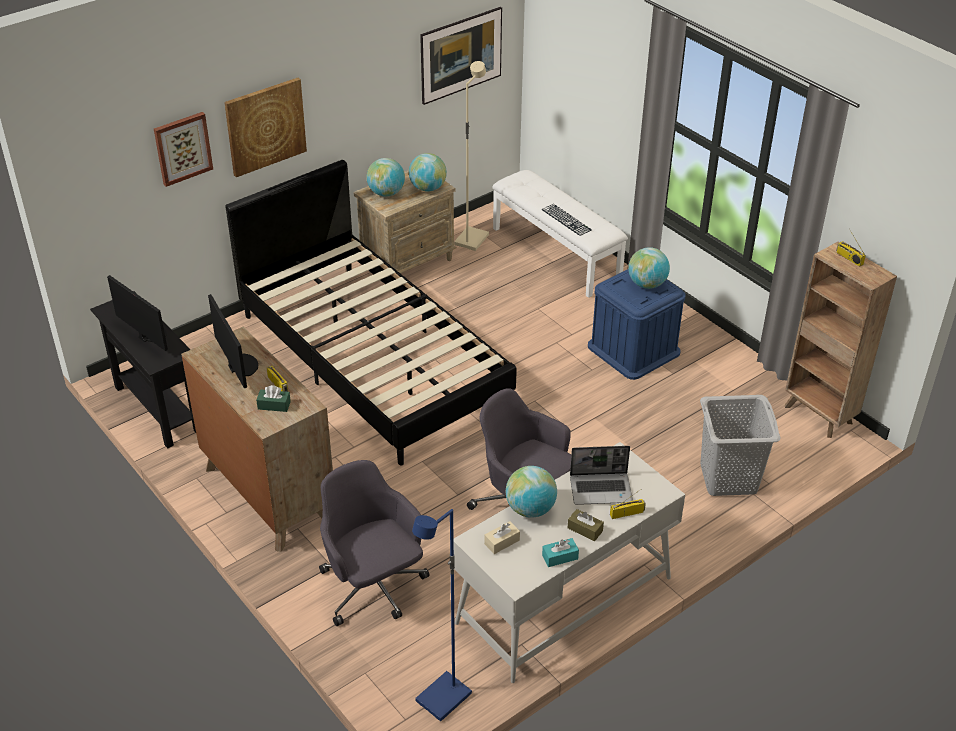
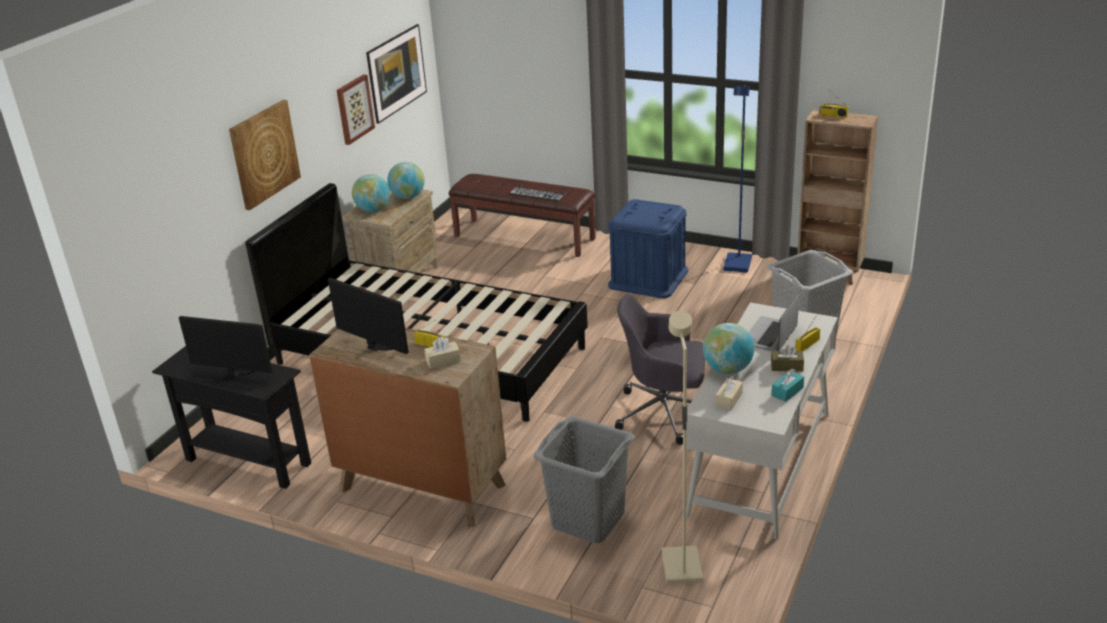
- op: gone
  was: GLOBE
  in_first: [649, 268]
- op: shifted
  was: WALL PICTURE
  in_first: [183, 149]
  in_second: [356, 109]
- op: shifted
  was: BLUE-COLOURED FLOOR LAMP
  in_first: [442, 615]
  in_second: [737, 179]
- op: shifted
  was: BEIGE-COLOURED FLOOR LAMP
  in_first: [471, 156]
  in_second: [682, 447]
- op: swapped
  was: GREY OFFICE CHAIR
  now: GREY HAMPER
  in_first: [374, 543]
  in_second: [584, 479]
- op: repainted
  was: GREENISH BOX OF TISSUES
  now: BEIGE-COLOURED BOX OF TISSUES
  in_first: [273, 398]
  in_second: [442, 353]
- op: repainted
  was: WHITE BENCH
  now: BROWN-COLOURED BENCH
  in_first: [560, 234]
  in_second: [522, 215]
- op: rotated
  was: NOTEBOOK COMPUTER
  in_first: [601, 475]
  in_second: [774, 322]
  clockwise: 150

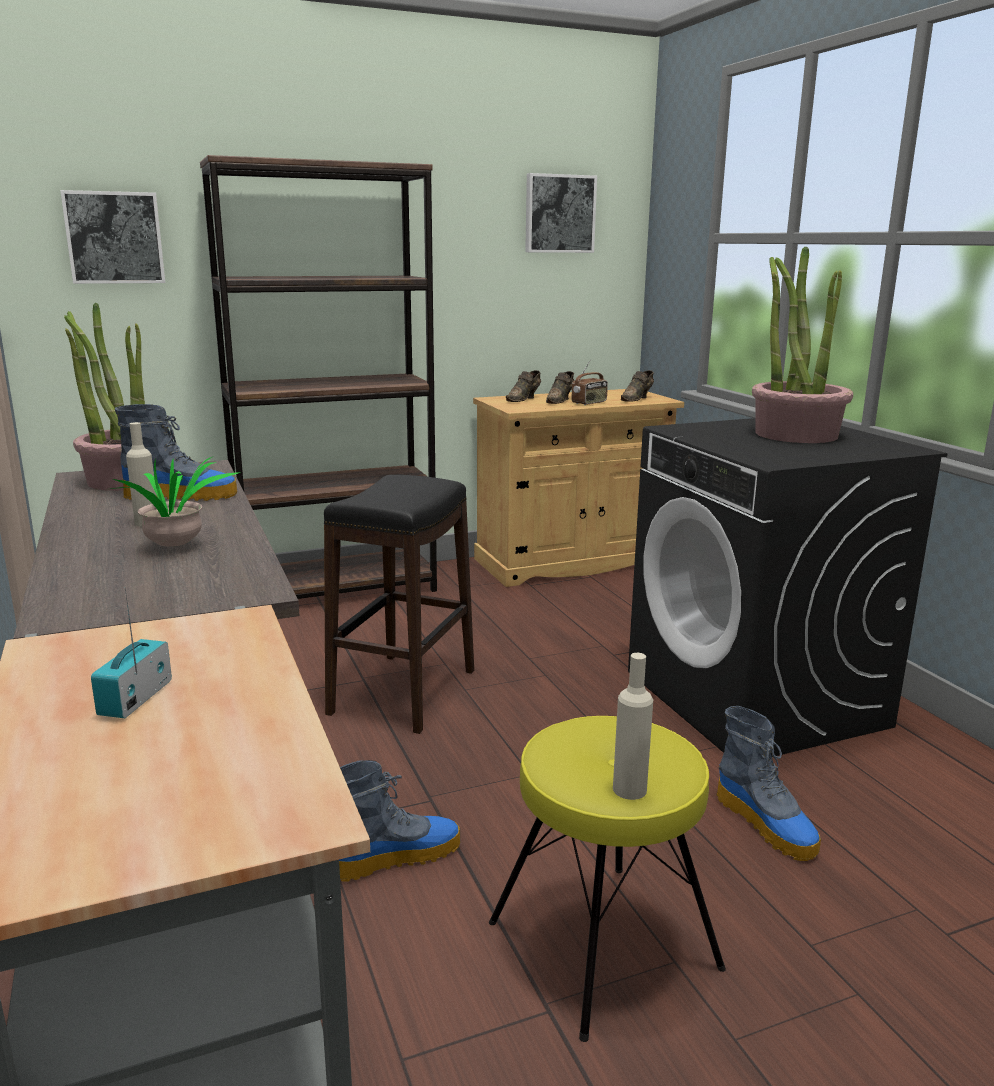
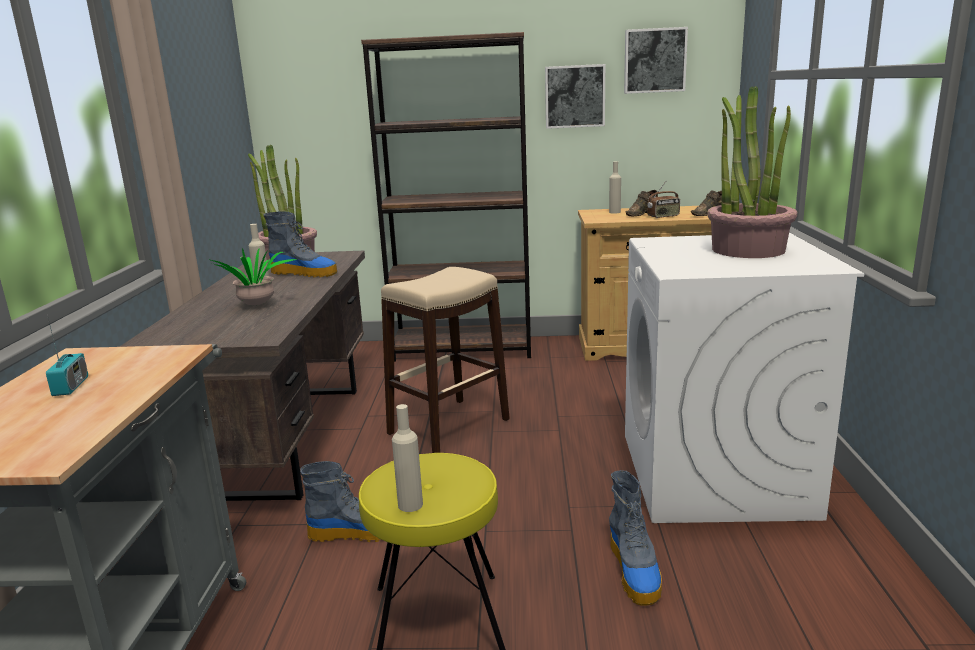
- op: shifted
  was: WALL PICTURE
  in_first: [112, 237]
  in_second: [575, 96]
- op: swapped
  was: BROWN-COLOURED SHOE
  now: BEIGE-COLOURED DRINK BOTTLE
  in_first: [523, 386]
  in_second: [615, 187]
- op: repainted
  was: BLACK STOOL
  now: BEIGE-COLOURED STOOL
  in_first: [399, 604]
  in_second: [445, 360]
- op: repainted
  was: BLACK WASHING MACHINE
  now: WHITE WASHING MACHINE
  in_first: [788, 587]
  in_second: [745, 378]
- op: rotated
  was: RADIO SET
  in_first: [131, 652]
  in_second: [67, 355]
  clockwise: 135

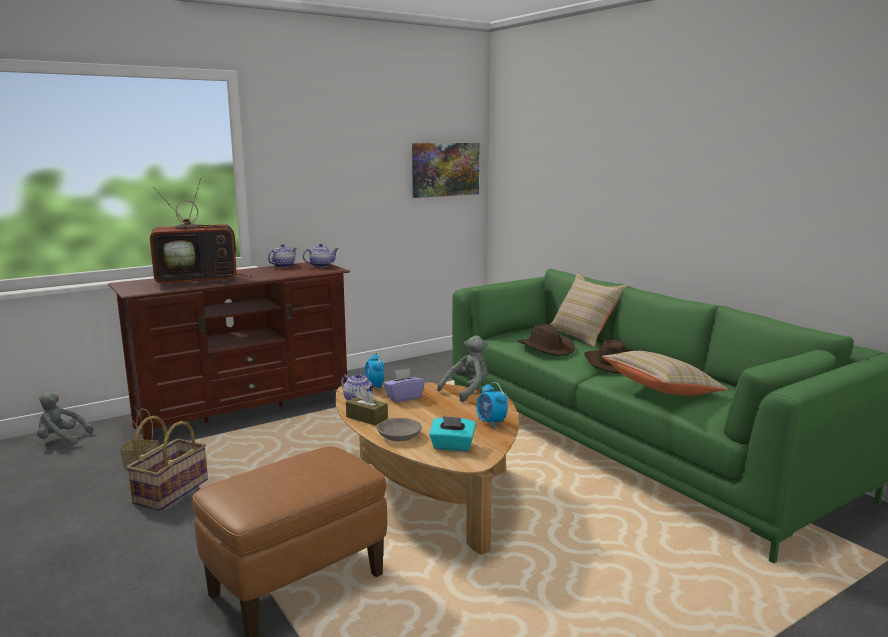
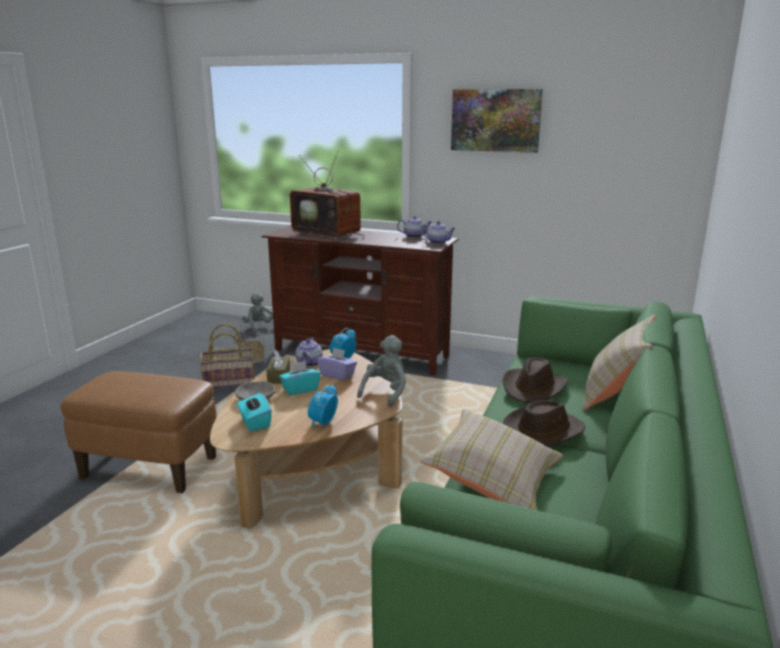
- op: new
  now: TURQUOISE BOX OF TISSUES
  in_second: [300, 378]
- op: shifted
  was: WALL PICTURE
  in_first: [446, 170]
  in_second: [497, 121]
- op: rotated
  was: GREY SOFT TOY
  in_first: [462, 368]
  in_second: [381, 371]
  clockwise: -75

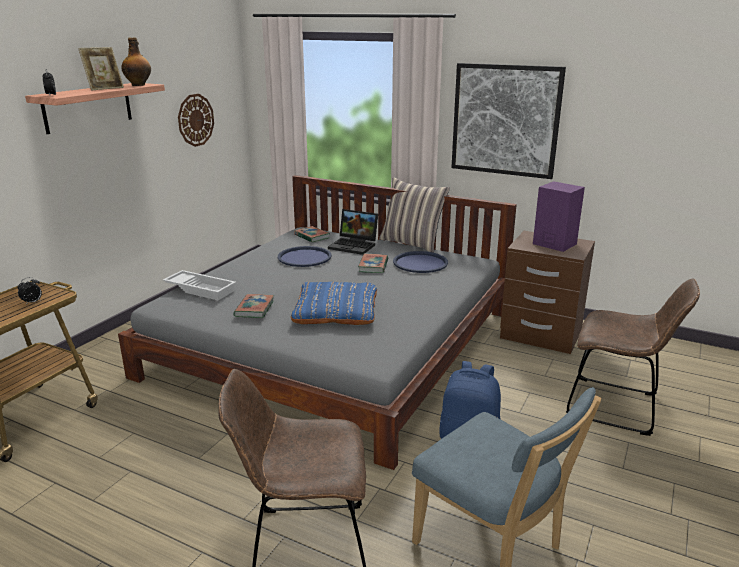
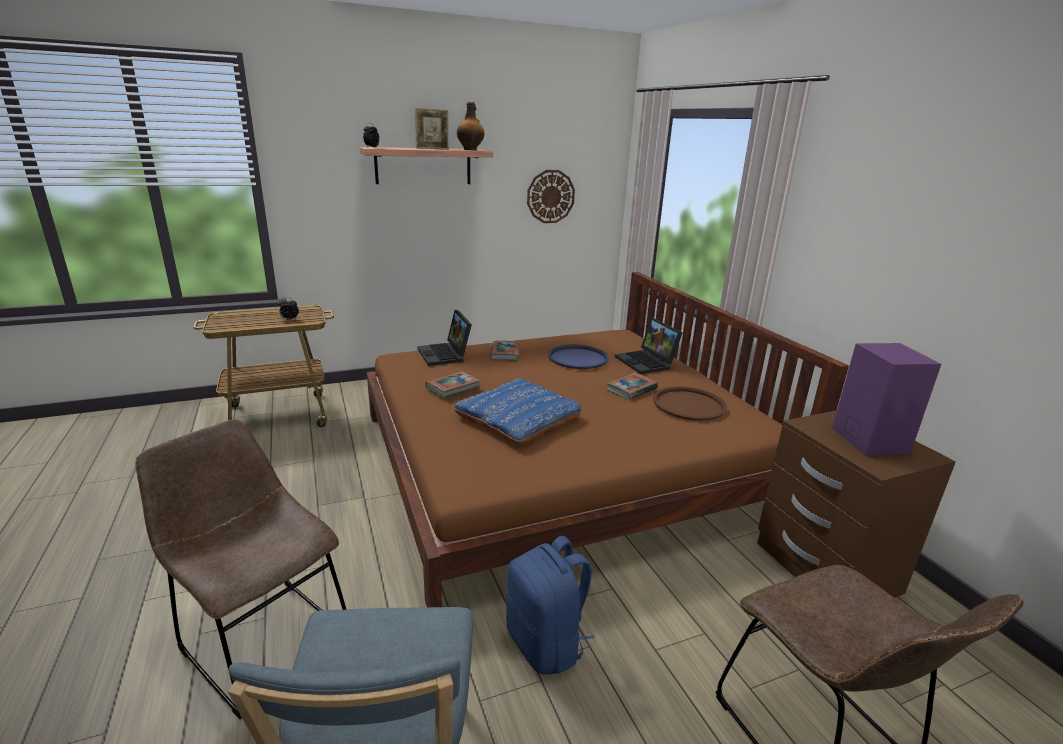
- op: gone
  was: PILLOW
  in_first: [414, 215]
- op: gone
  was: WALL PICTURE
  in_first: [508, 121]
- op: shifted
  was: VOLUME
  in_first: [312, 234]
  in_second: [505, 351]
- op: swapped
  was: WHITE SERVING TRAY
  now: NOTEBOOK COMPUTER
  in_first: [199, 285]
  in_second: [444, 338]
- op: repainted
  was: GREY SLEEPING BED
  now: BROWN-COLOURED SLEEPING BED
  in_first: [317, 322]
  in_second: [608, 439]
- op: repainted
  was: BLUE-COLOURED SERVING TRAY
  now: BROWN-COLOURED SERVING TRAY
  in_first: [420, 262]
  in_second: [690, 403]

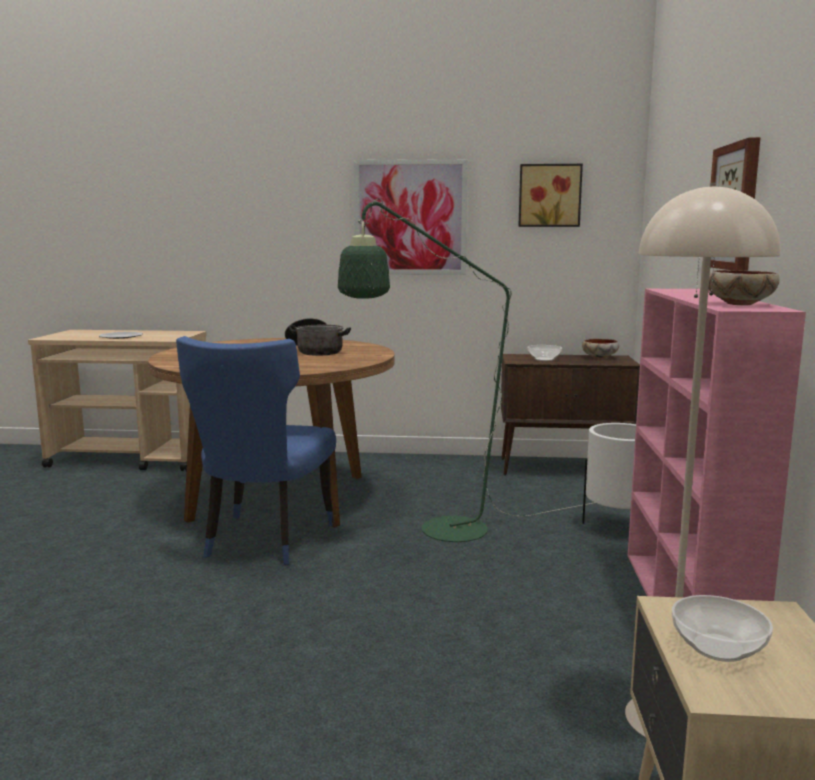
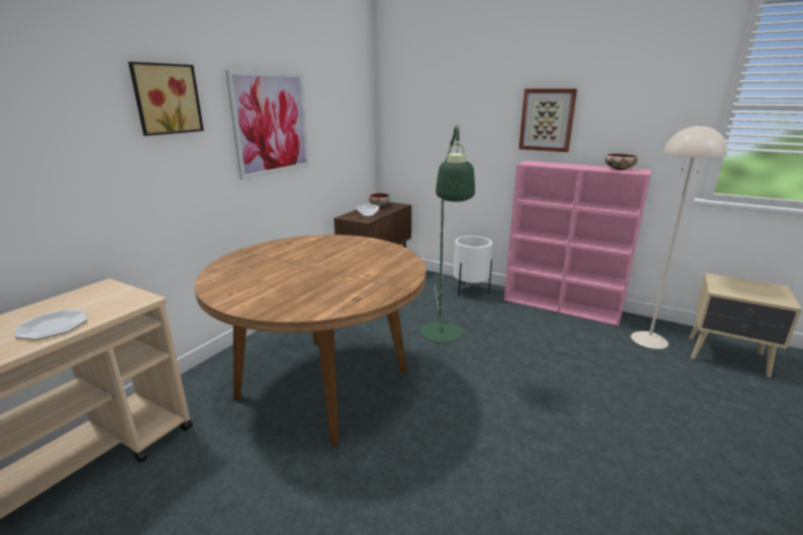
- op: gone
  was: BLUE-COLOURED CHAIR
  in_first: [256, 450]
- op: gone
  was: STOCKPOT
  in_first: [318, 337]
- op: gone
  was: BOWL
  in_first: [722, 628]
- op: shifted
  was: WALL PICTURE
  in_first: [550, 195]
  in_second: [166, 99]

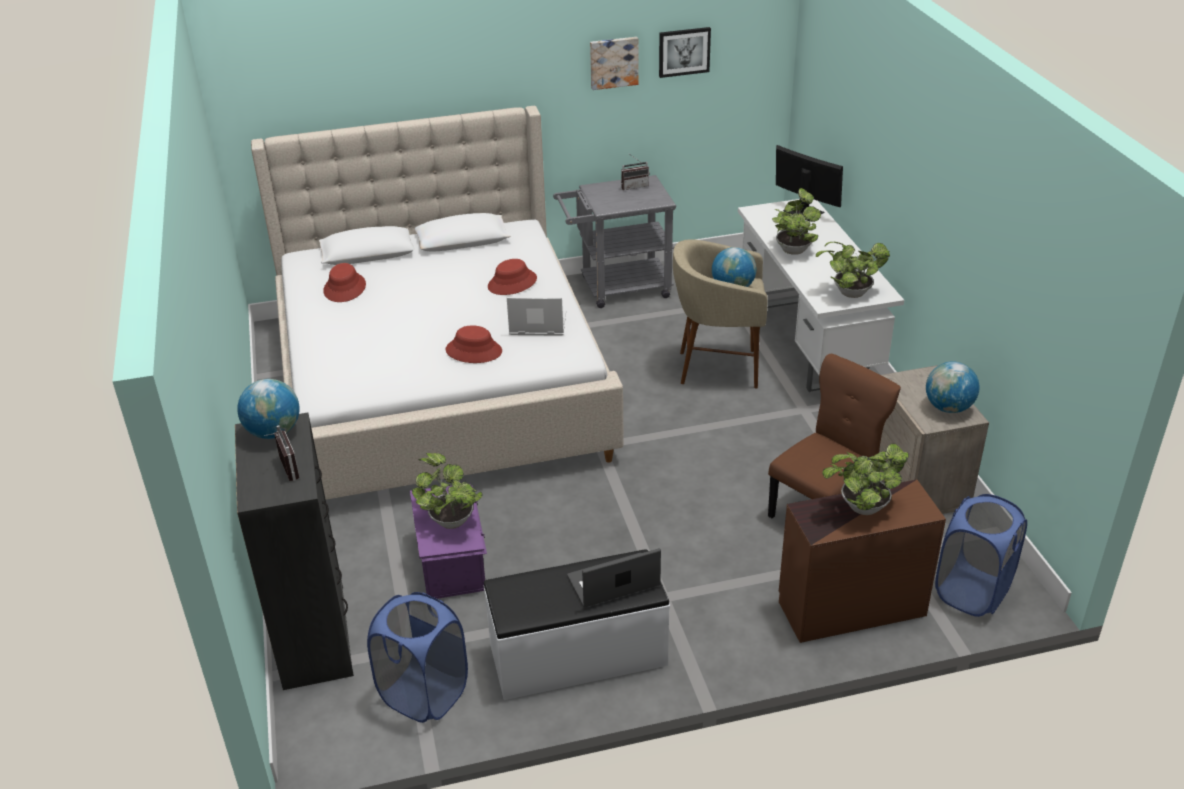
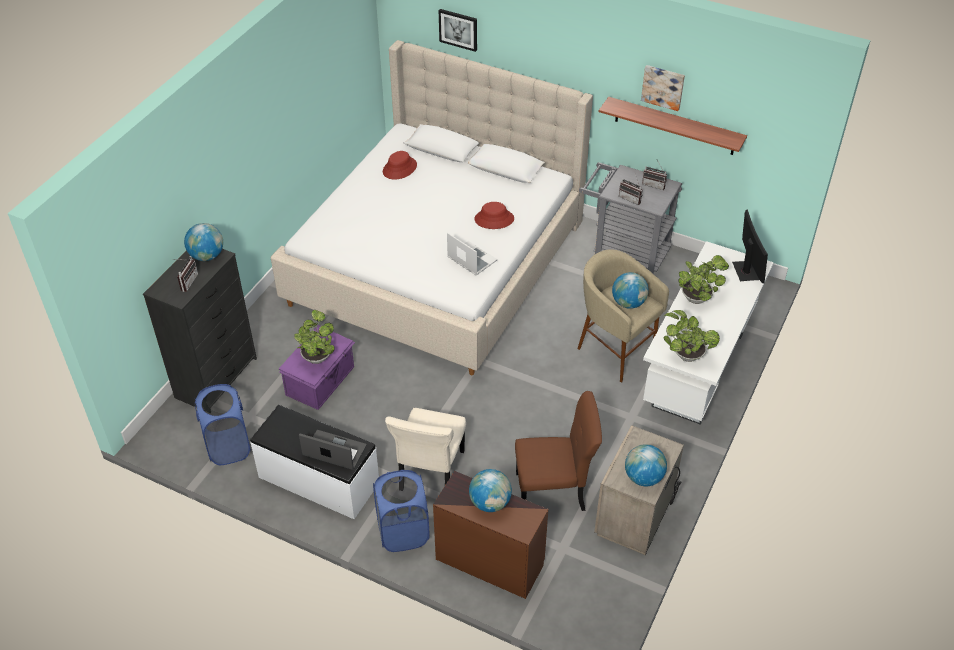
- op: gone
  was: RED CLOTHING HAT
  in_first: [473, 344]
- op: new
  now: BEIGE-COLOURED CHAIR
  in_second: [425, 446]
- op: new
  now: BRACKET SHELF
  in_second: [673, 126]
- op: new
  now: RADIO SET
  in_second: [631, 189]
- op: shifted
  was: WALL PICTURE
  in_first: [685, 52]
  in_second: [458, 30]
- op: shifted
  was: BLUE-COLOURED HAMPER
  in_first: [981, 555]
  in_second: [401, 511]
- op: swapped
  was: PLANT IN A POT
  now: GLOBE
  in_first: [865, 479]
  in_second: [490, 490]

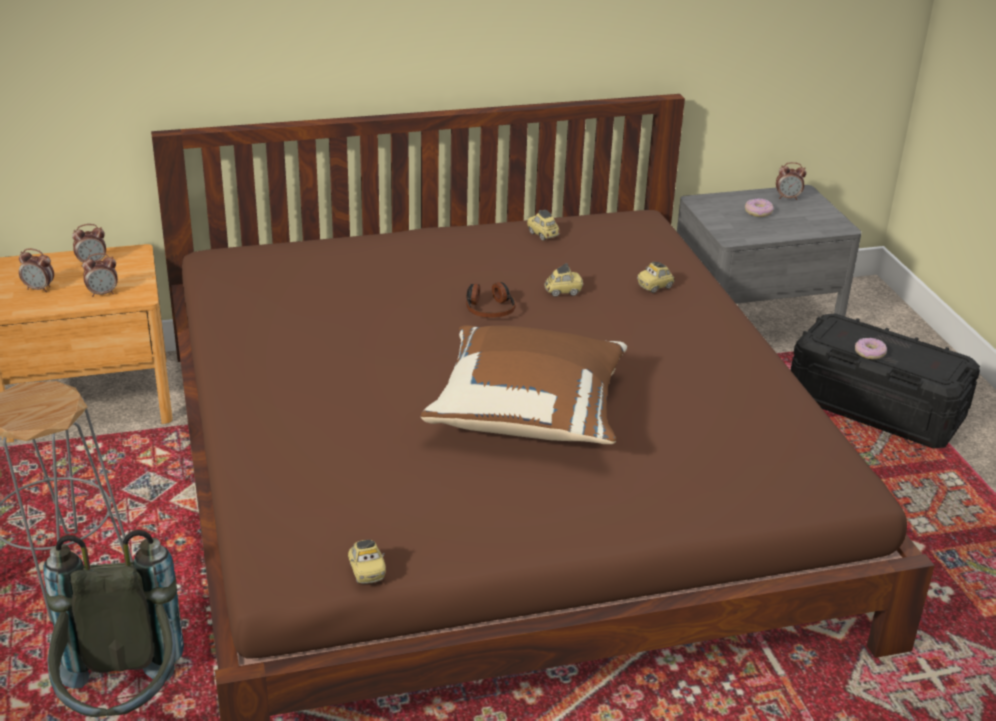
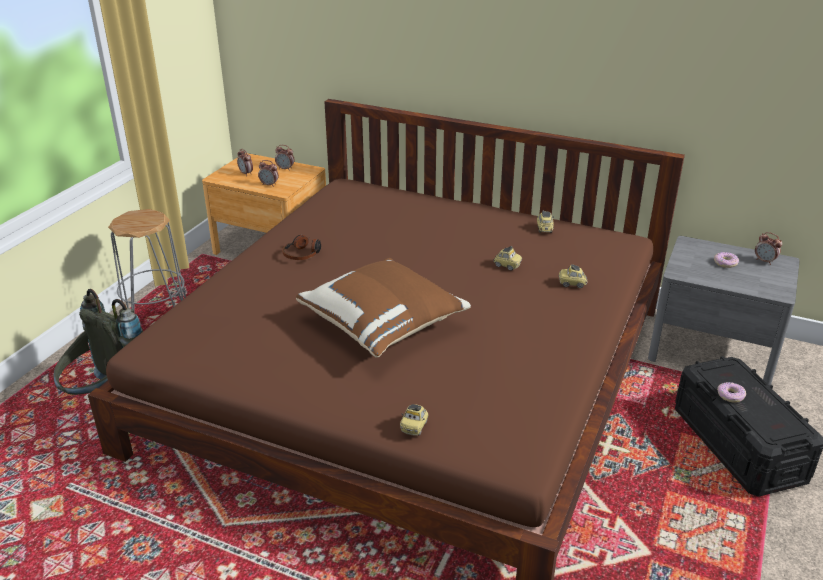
- op: shifted
  was: MODEL CAR
  in_first: [367, 562]
  in_second: [414, 419]
- op: shifted
  was: HEADSET
  in_first: [491, 300]
  in_second: [301, 247]

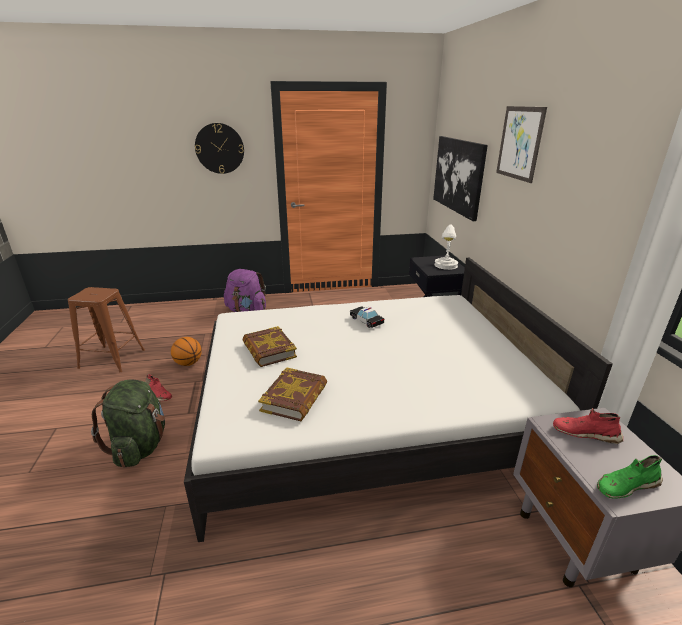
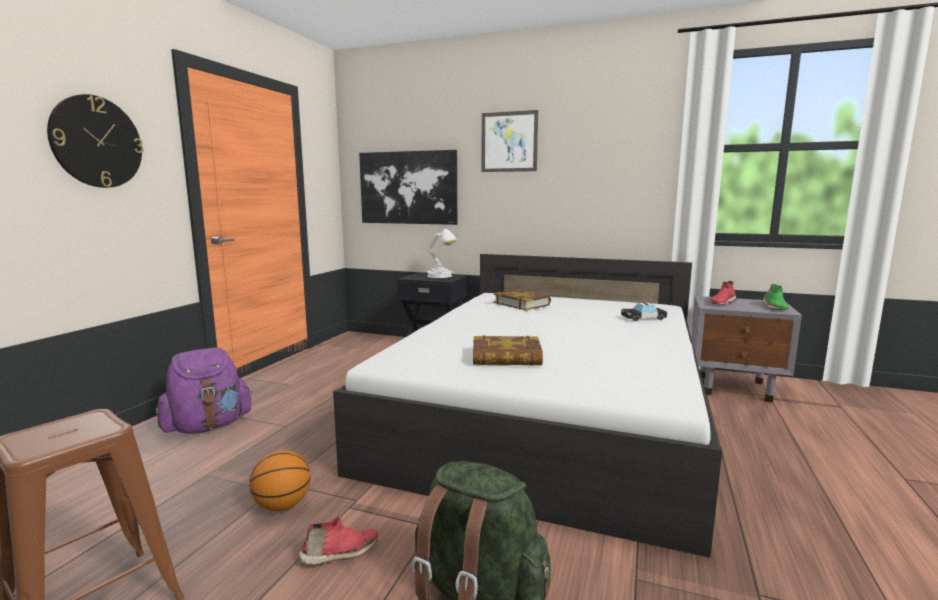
- op: shifted
  was: VOLUME
  in_first: [292, 394]
  in_second: [522, 300]
- op: shifted
  was: MODEL CAR
  in_first: [367, 317]
  in_second: [644, 311]

